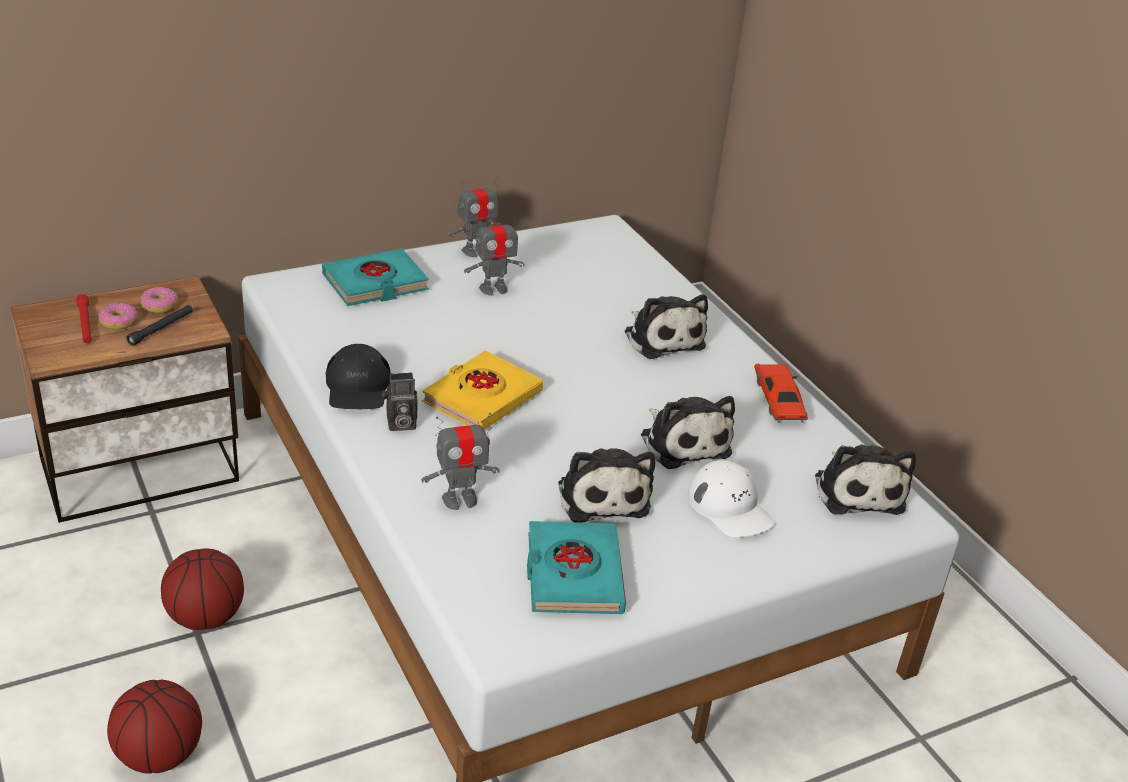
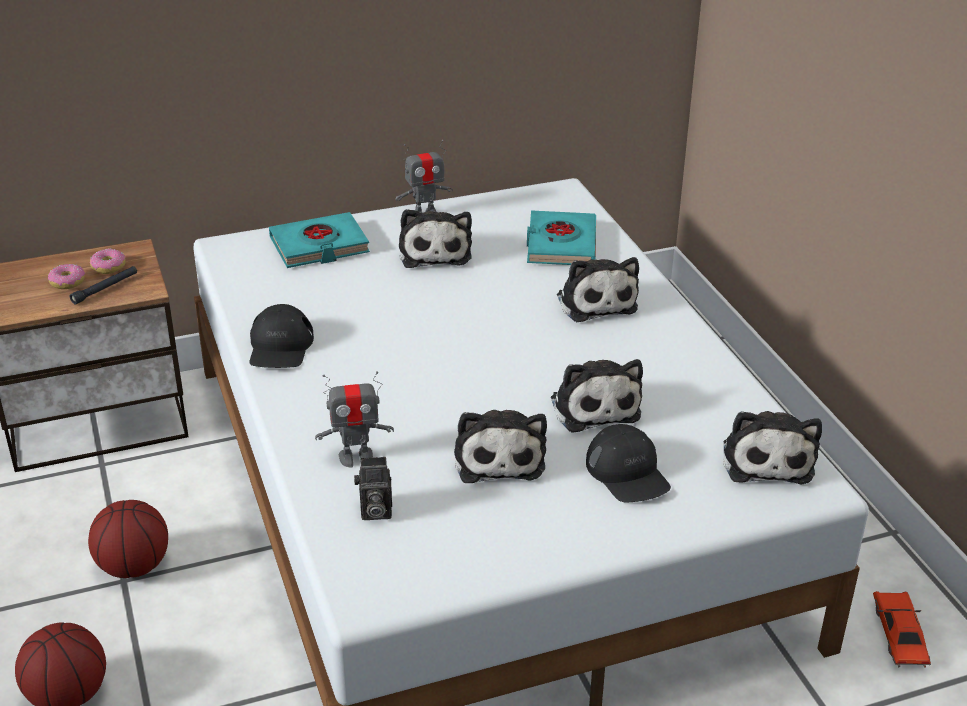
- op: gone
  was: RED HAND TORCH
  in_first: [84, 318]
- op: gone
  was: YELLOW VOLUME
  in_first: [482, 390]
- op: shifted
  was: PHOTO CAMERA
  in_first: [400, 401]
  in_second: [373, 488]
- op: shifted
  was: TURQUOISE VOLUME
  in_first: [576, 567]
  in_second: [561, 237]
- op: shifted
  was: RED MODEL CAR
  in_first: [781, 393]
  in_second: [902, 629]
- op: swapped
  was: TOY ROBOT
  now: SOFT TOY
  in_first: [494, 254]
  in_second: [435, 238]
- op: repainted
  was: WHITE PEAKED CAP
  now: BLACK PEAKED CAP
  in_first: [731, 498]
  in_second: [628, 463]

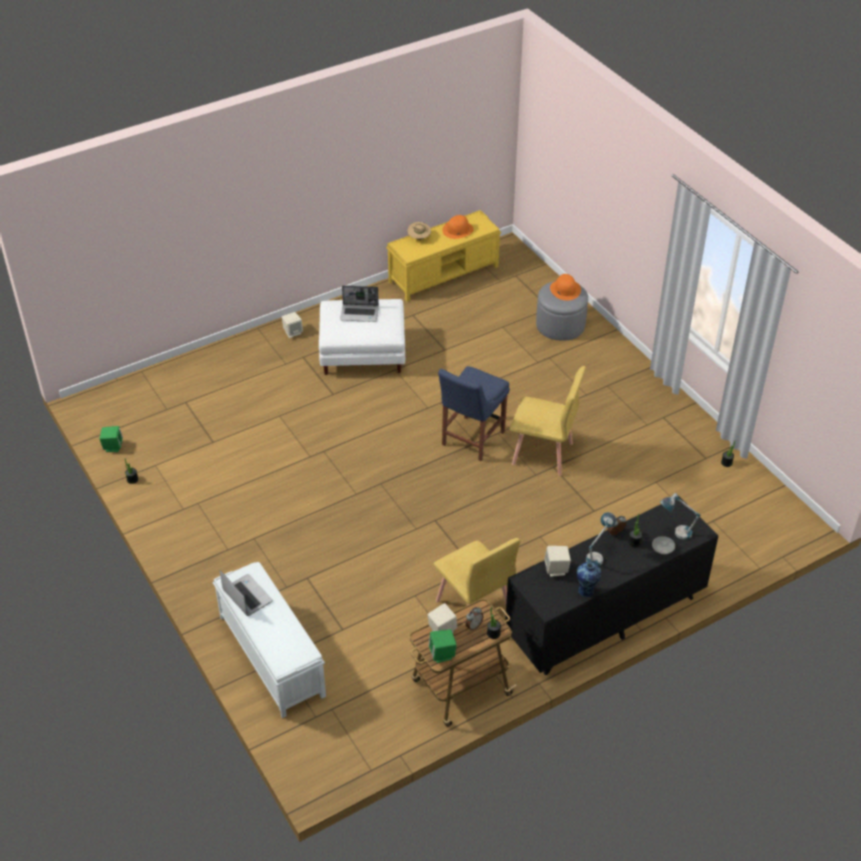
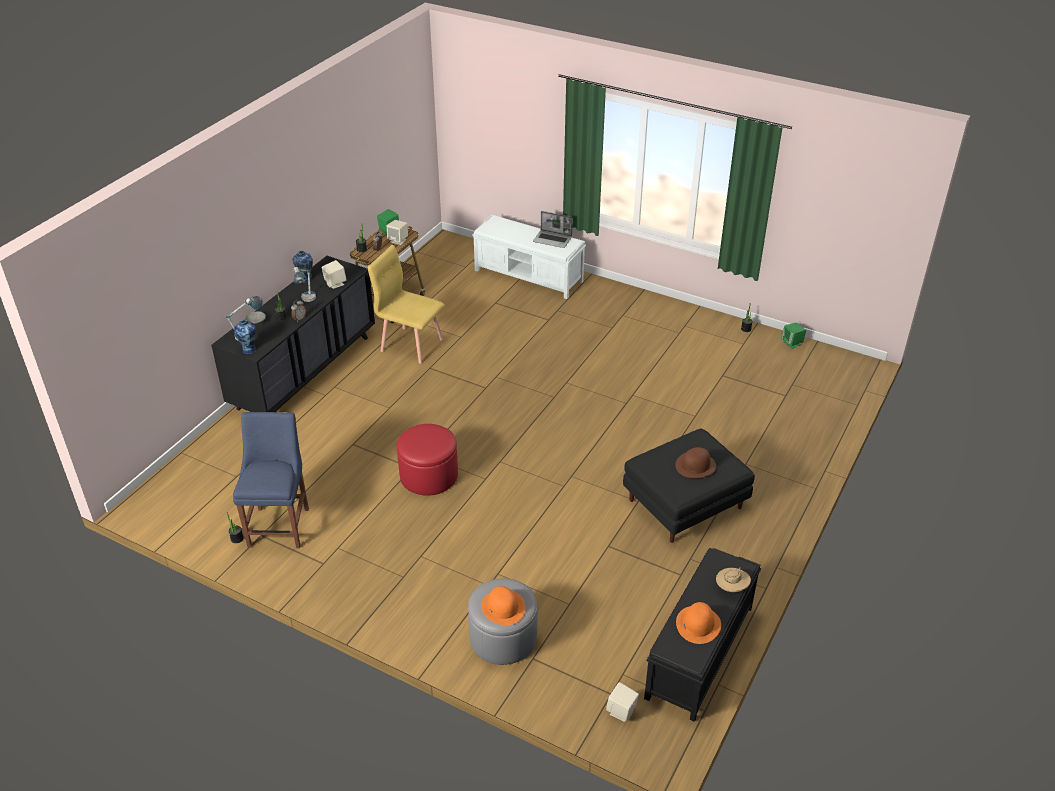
- op: new
  now: FLOWER VASE
  in_second: [245, 336]
- op: shifted
  was: BEIGE-COLOURED AUDIO SPEAKER
  in_first: [292, 325]
  in_second: [622, 702]
- op: shifted
  was: BLUE-COLOURED CHAIR
  in_first: [474, 413]
  in_second: [271, 480]
- op: swapped
  was: NOTEBOOK COMPUTER
  now: BROWN-COLOURED CLOTHING HAT
  in_first: [359, 303]
  in_second: [695, 462]
- op: swapped
  was: YELLOW CHAIR
  now: RED OTTOMAN
  in_first: [547, 421]
  in_second: [427, 460]
- op: repainted
  was: WHITE OTTOMAN
  now: BLACK OTTOMAN
  in_first: [362, 337]
  in_second: [689, 486]
- op: repainted
  was: YELLOW BENCH
  now: BLACK BENCH
  in_first: [443, 255]
  in_second: [702, 635]

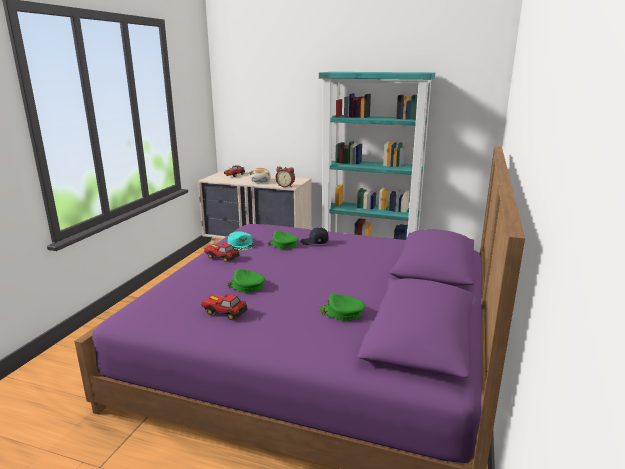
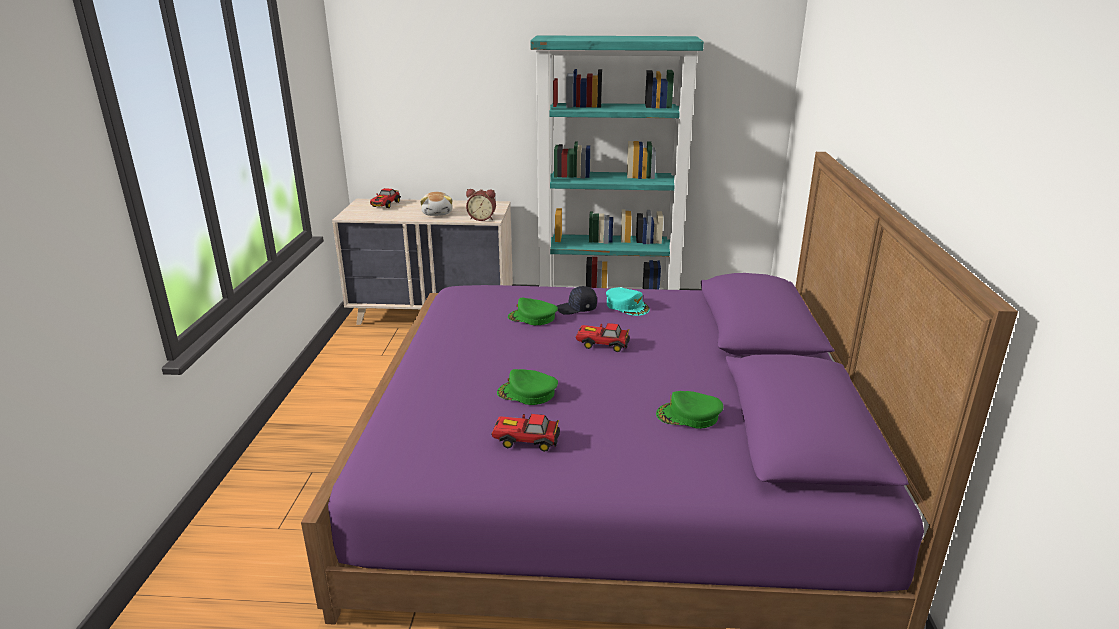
- op: shifted
  was: MODEL CAR
  in_first: [222, 253]
  in_second: [602, 337]
- op: shifted
  was: TURQUOISE PEAKED CAP
  in_first: [241, 241]
  in_second: [628, 301]

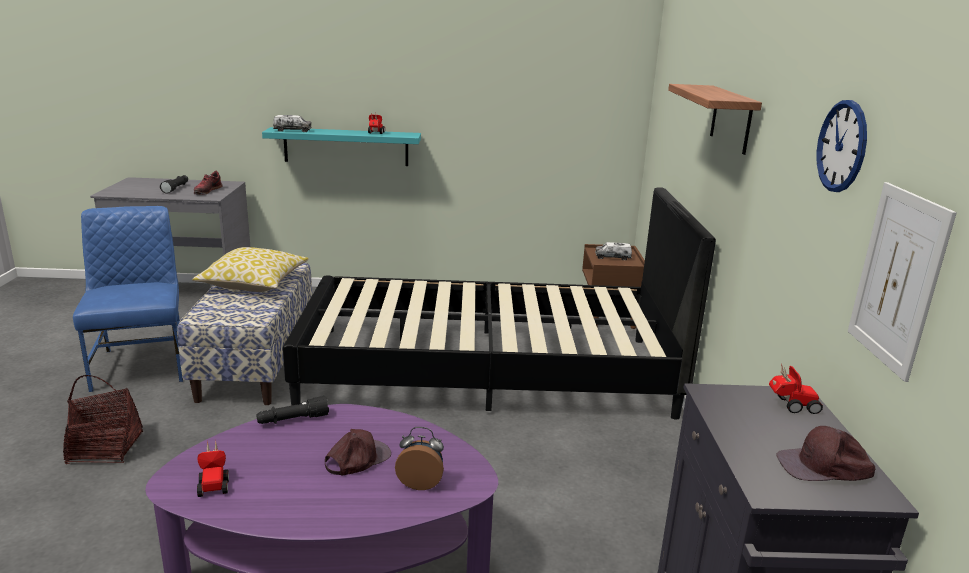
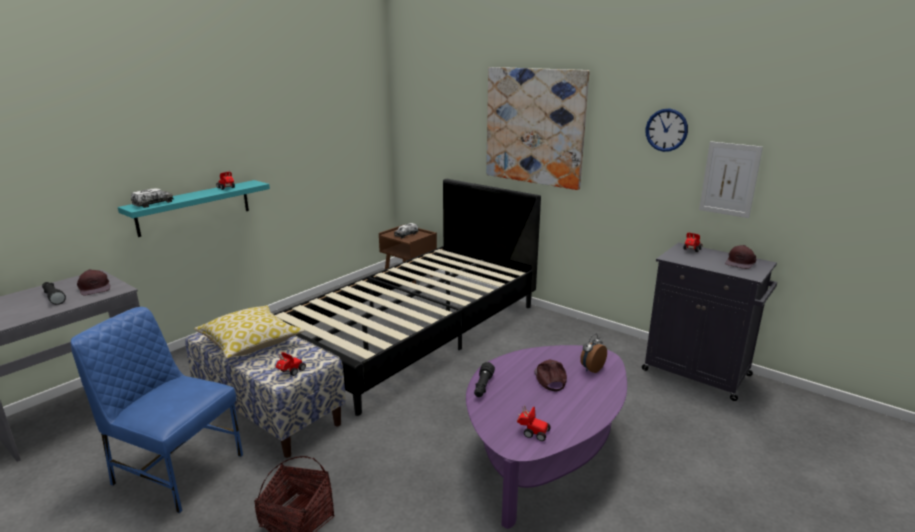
- op: new
  now: MODEL CAR
  in_second: [291, 364]
- op: swapped
  was: SHOE
  now: BROWN-COLOURED PEAKED CAP
  in_first: [208, 183]
  in_second: [93, 282]
- op: swapped
  was: BRACKET SHELF
  now: WALL PICTURE
  in_first: [715, 119]
  in_second: [538, 128]

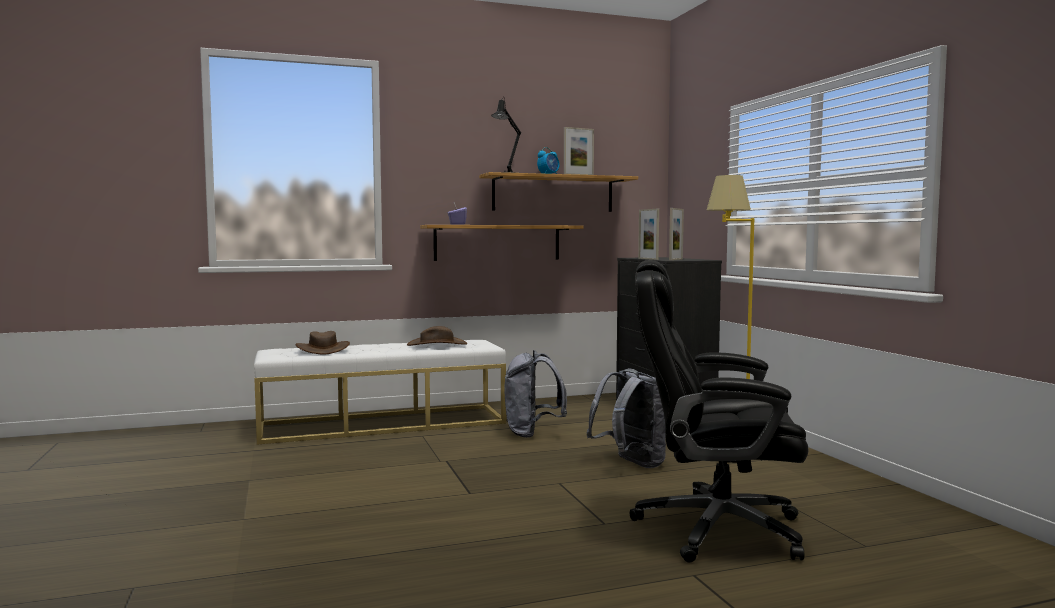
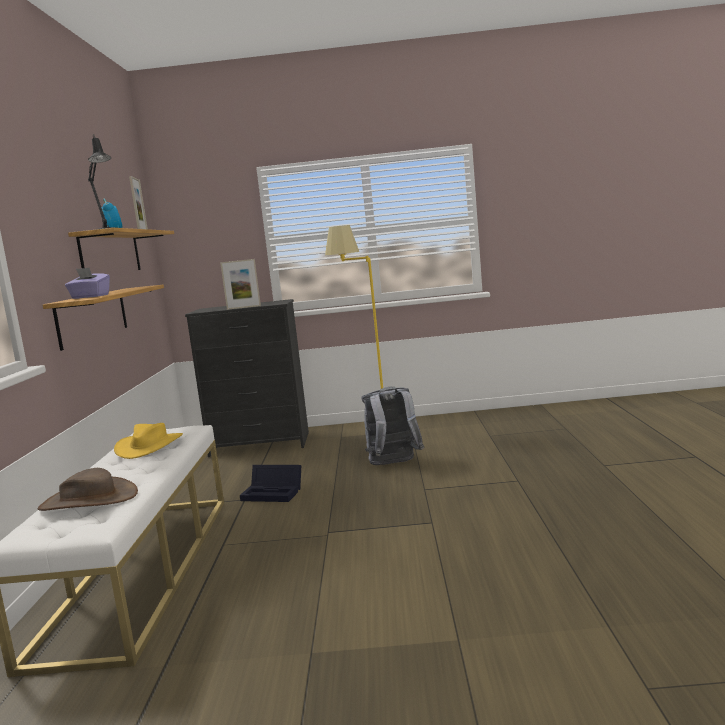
- op: gone
  was: BLACK OFFICE CHAIR
  in_first: [719, 411]
- op: gone
  was: PICTURE FRAME
  in_first: [676, 234]
- op: swapped
  was: GREY BACKPACK
  now: BLACK STORAGE BOX
  in_first: [535, 394]
  in_second: [270, 483]
- op: repainted
  was: BROWN-COLOURED CLOTHING HAT
  now: YELLOW CLOTHING HAT
  in_first: [437, 336]
  in_second: [148, 441]

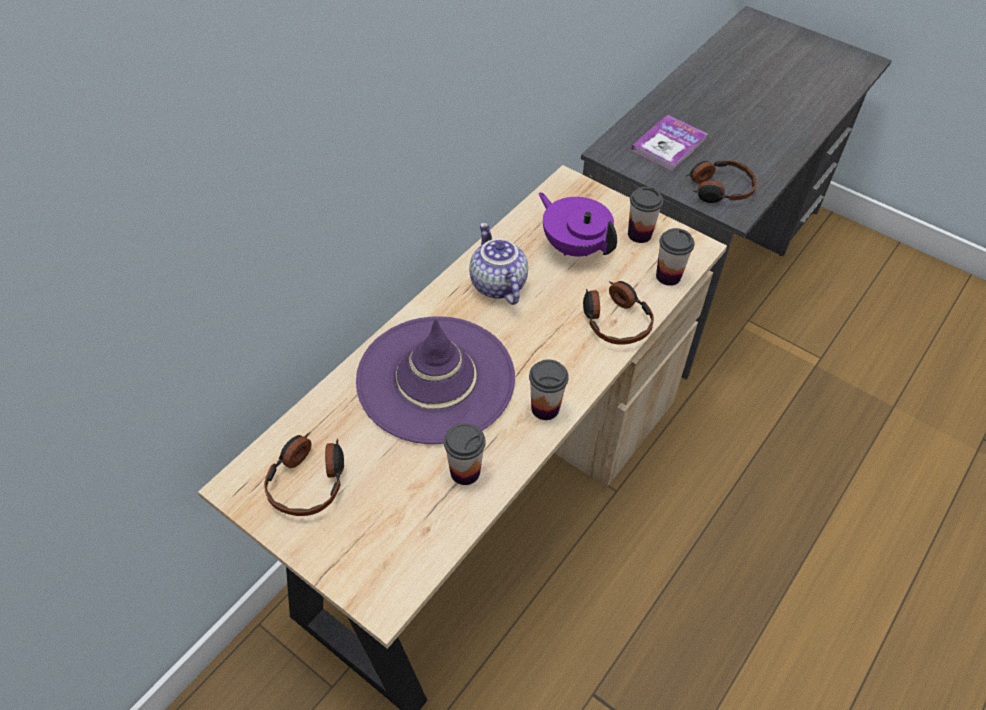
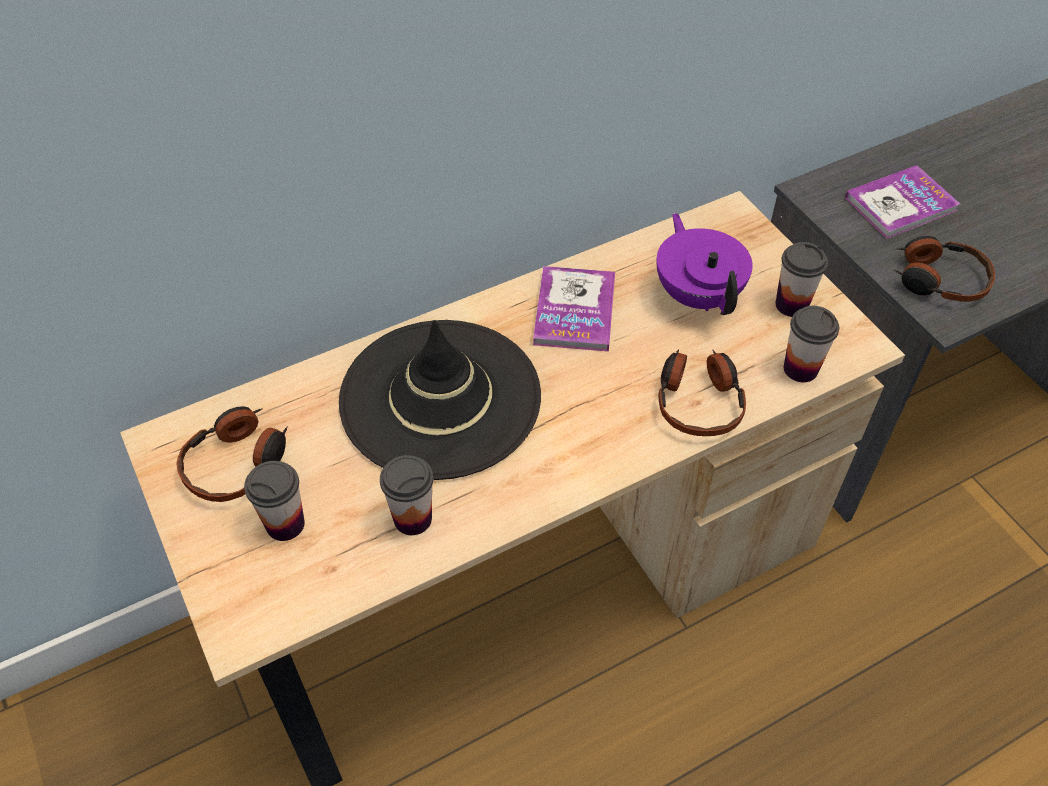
- op: shifted
  was: DRINKING CUP
  in_first: [549, 389]
  in_second: [274, 501]
- op: swapped
  was: TEAPOT
  now: VOLUME
  in_first: [498, 263]
  in_second: [574, 309]
- op: repainted
  was: PURPLE CLOTHING HAT
  now: BLACK CLOTHING HAT
  in_first: [435, 380]
  in_second: [440, 400]

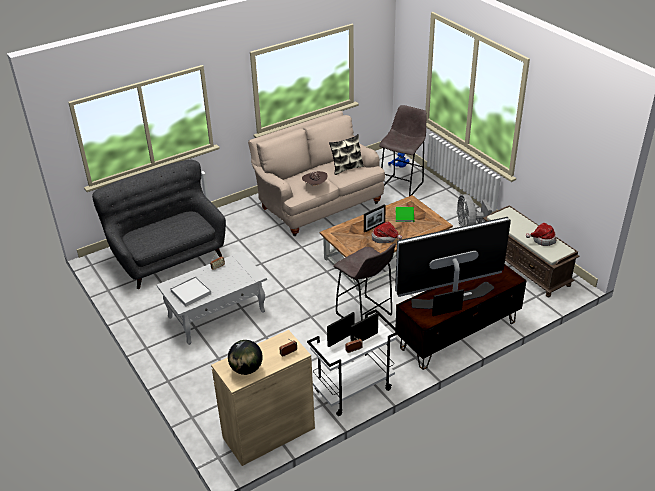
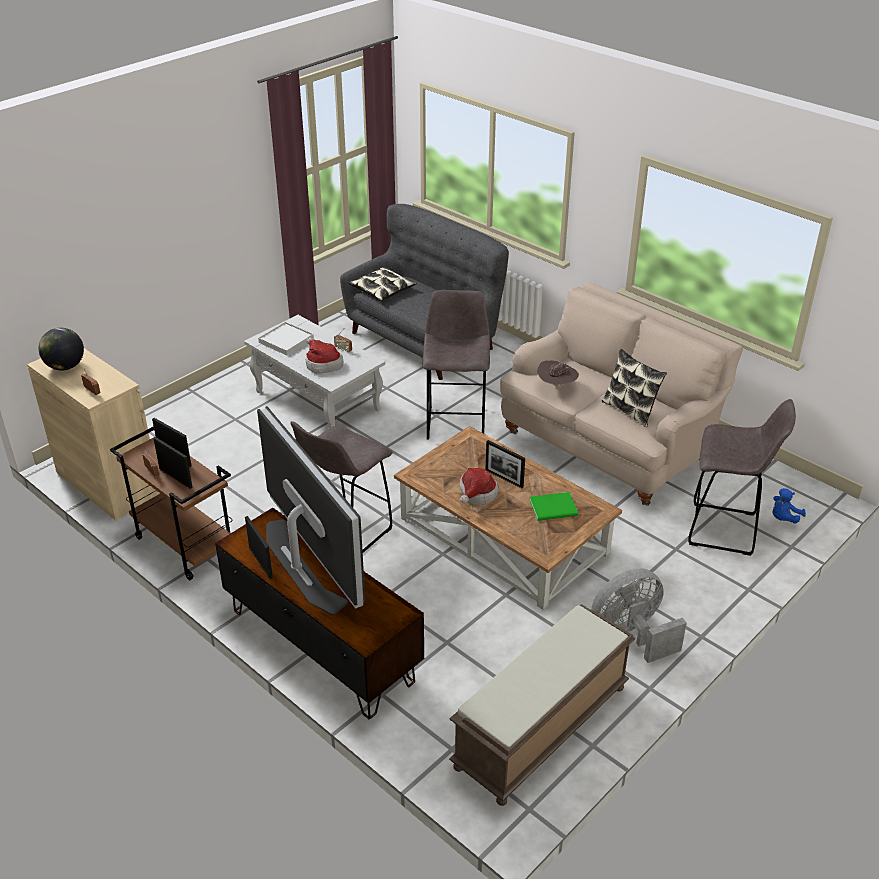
- op: new
  now: PILLOW
  in_second: [383, 284]
- op: new
  now: GREY STOOL
  in_second: [456, 365]
- op: shifted
  was: CLOTHING HAT
  in_first: [541, 234]
  in_second: [325, 355]
- op: repainted
  was: WHITE CART
  now: BROWN-COLOURED CART
  in_first: [353, 362]
  in_second: [171, 503]

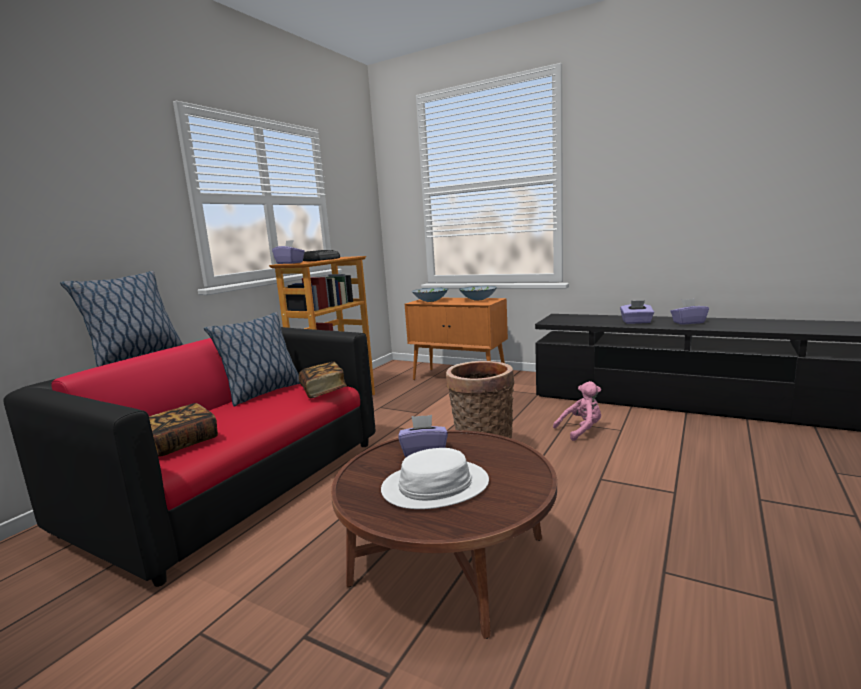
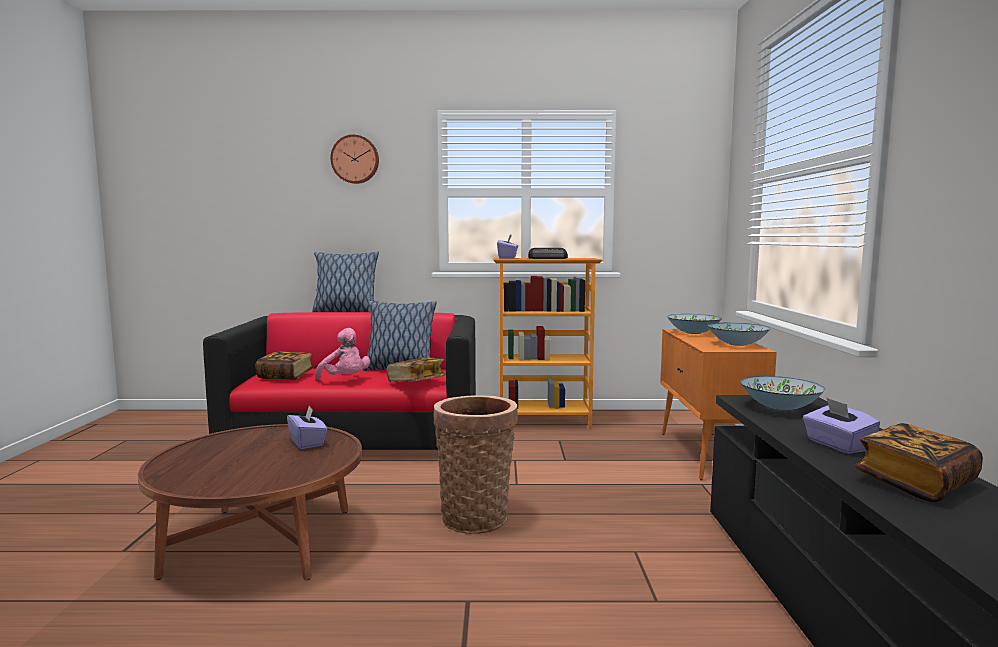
- op: gone
  was: WHITE CLOTHING HAT
  in_first: [435, 478]
- op: new
  now: HANGING CLOCK
  in_second: [354, 159]
- op: new
  now: BOWL
  in_second: [782, 393]
- op: shifted
  was: PINK-COLOURED SOFT TOY
  in_first: [577, 411]
  in_second: [342, 354]
- op: swapped
  was: PURPLE BOX OF TISSUES
  now: VOLUME
  in_first: [689, 312]
  in_second: [919, 462]

